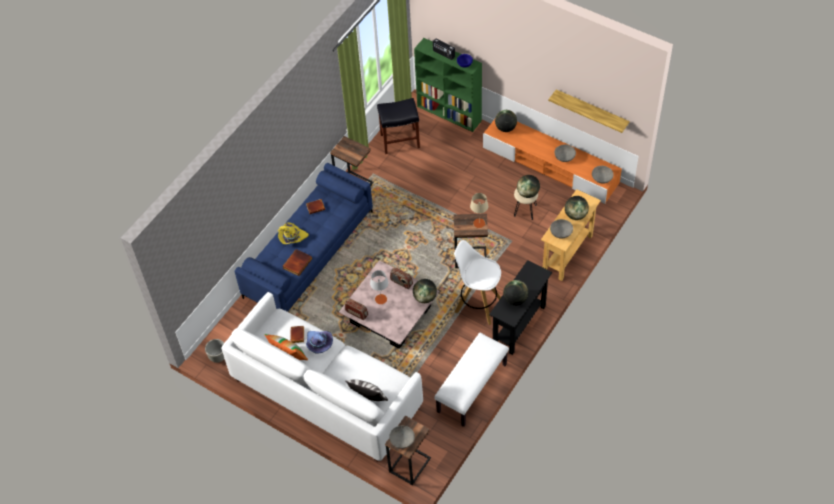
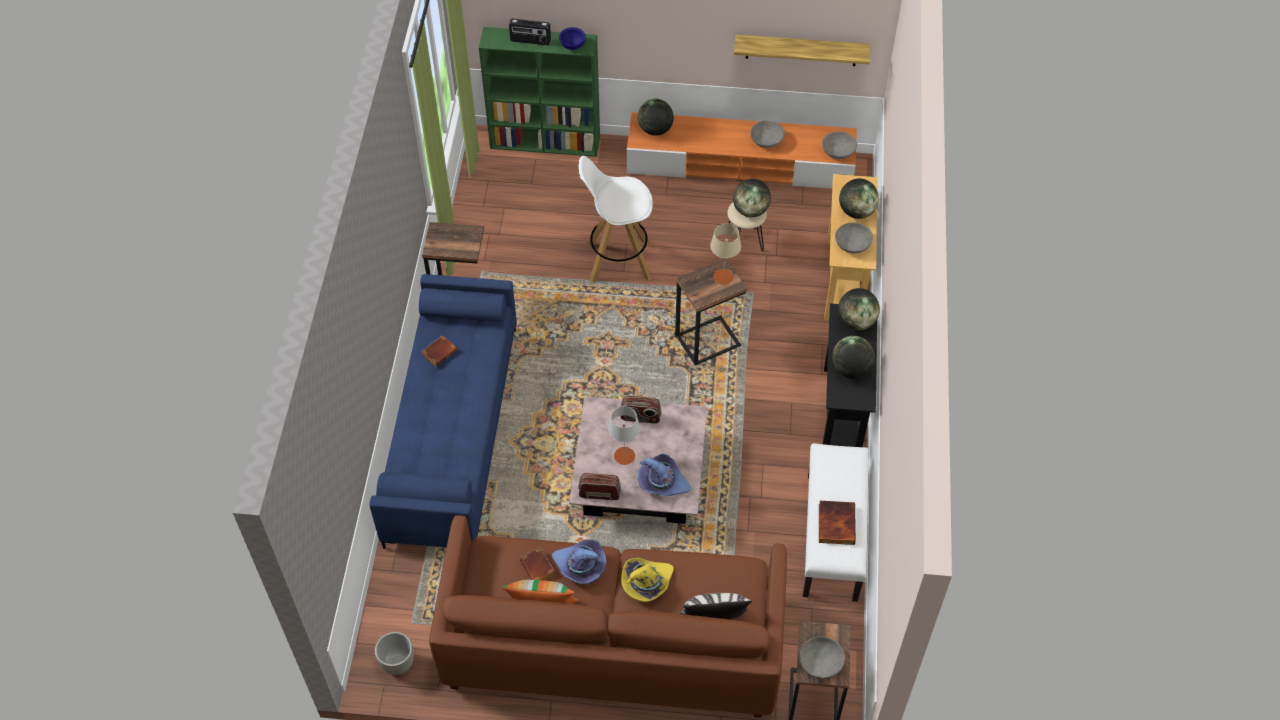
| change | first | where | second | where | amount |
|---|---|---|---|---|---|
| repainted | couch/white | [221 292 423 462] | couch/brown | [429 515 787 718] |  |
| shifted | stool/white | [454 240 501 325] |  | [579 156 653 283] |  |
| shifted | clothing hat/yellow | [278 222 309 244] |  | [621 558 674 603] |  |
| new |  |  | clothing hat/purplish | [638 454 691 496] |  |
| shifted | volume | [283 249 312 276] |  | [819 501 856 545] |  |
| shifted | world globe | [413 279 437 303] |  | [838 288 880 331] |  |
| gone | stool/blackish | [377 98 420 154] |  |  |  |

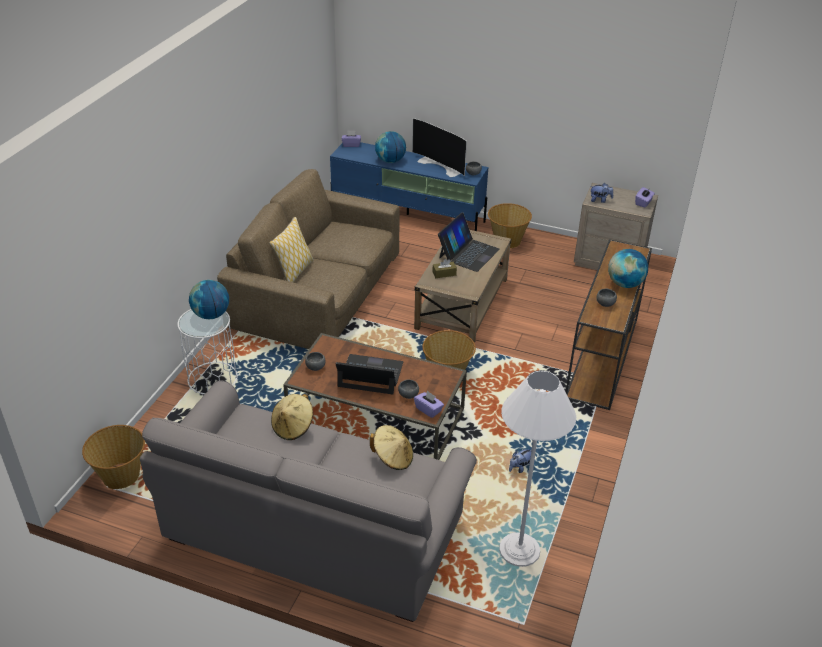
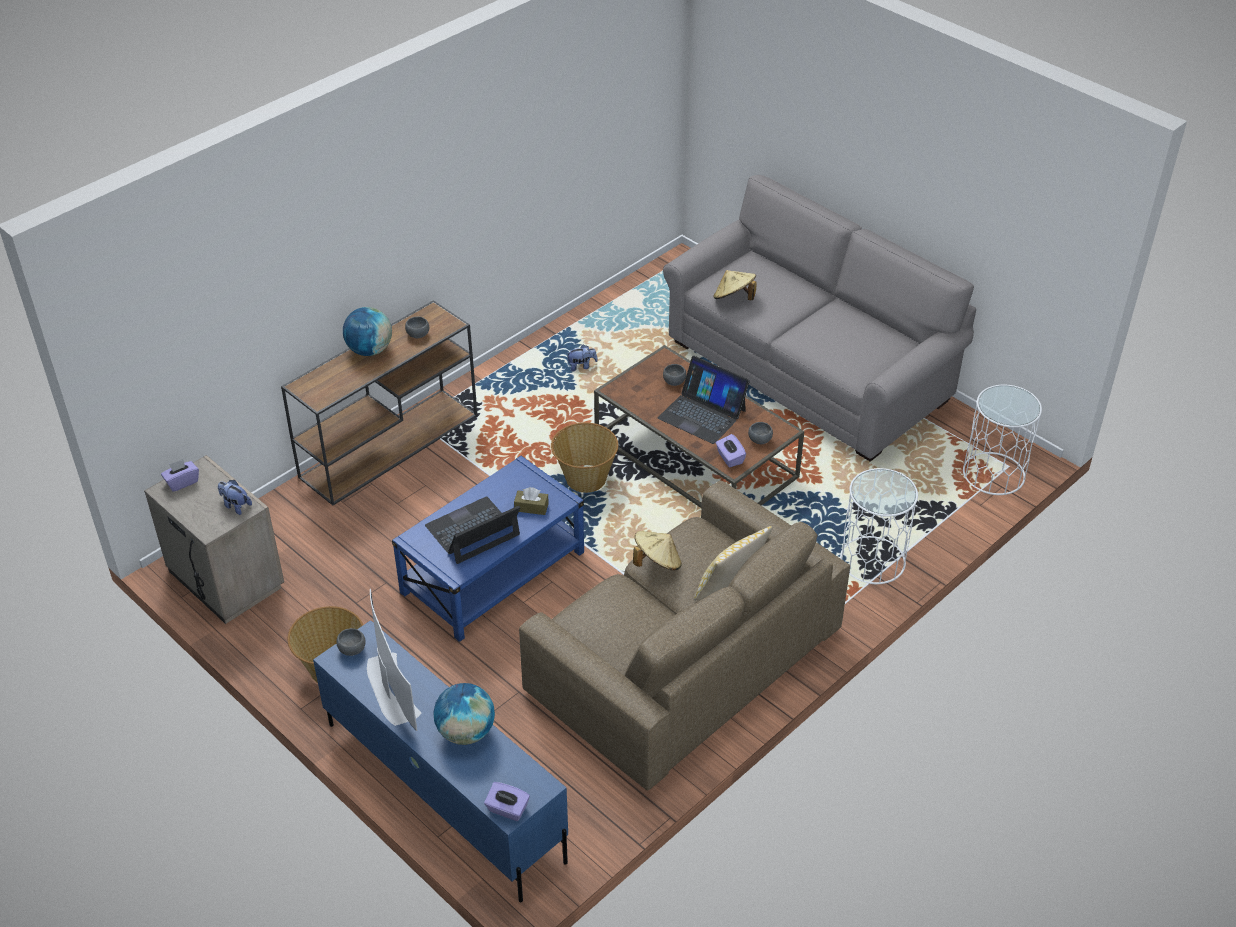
| change | first | where | second | where | amount |
|---|---|---|---|---|---|
| repainted | lounge table/beige-coloured | [414 230 511 343] | lounge table/blue | [392 456 584 642] |  |
| shifted | clothing hat/beige-coloured | [271 394 313 440] |  | [633 531 682 570] |  |
| shifted | tissue box/purplish | [414 390 444 418] |  | [716 434 746 467] |  |
| swapped | storage basket | [82 425 145 489] | accent table/white | [963 385 1042 495] |  |
| gone | world globe | [189 280 229 319] |  |  |  |
| gone | standing lamp/white | [499 370 576 567] |  |  |  |

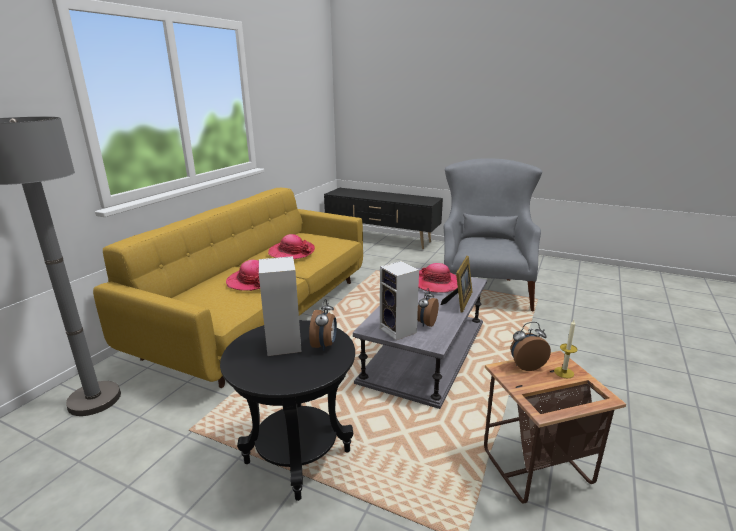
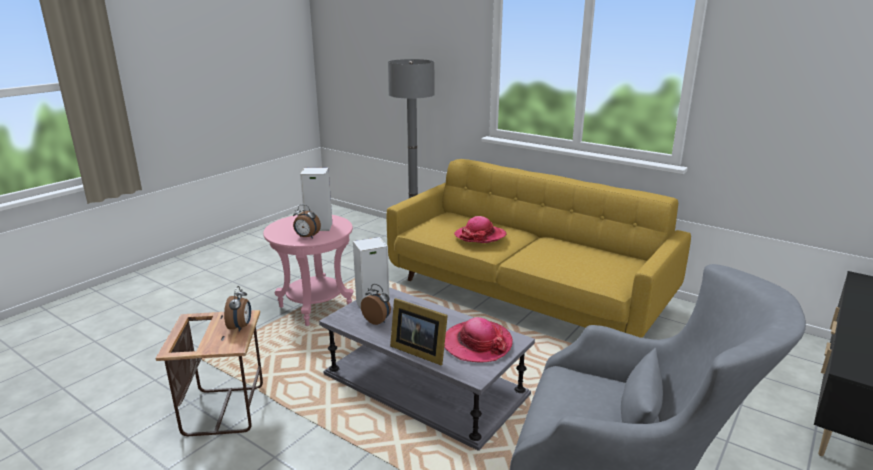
| change | first | where | second | where | amount |
|---|---|---|---|---|---|
| repainted | accent table/blackish | [220 320 355 501] | accent table/pinkish | [263 215 354 326] |  |
| gone | clothing hat | [268 234 315 259] |  |  |  |
| gone | wax candle | [554 320 578 378] |  |  |  |

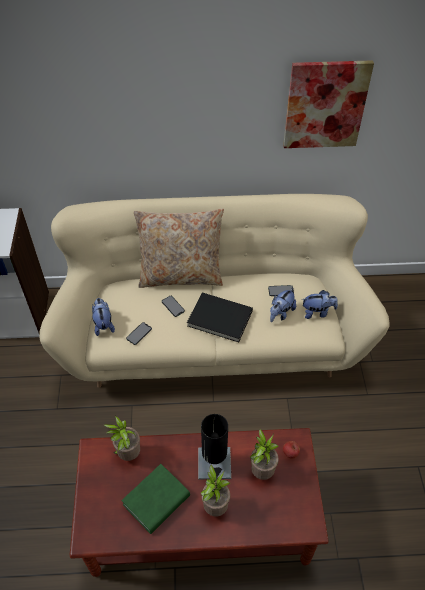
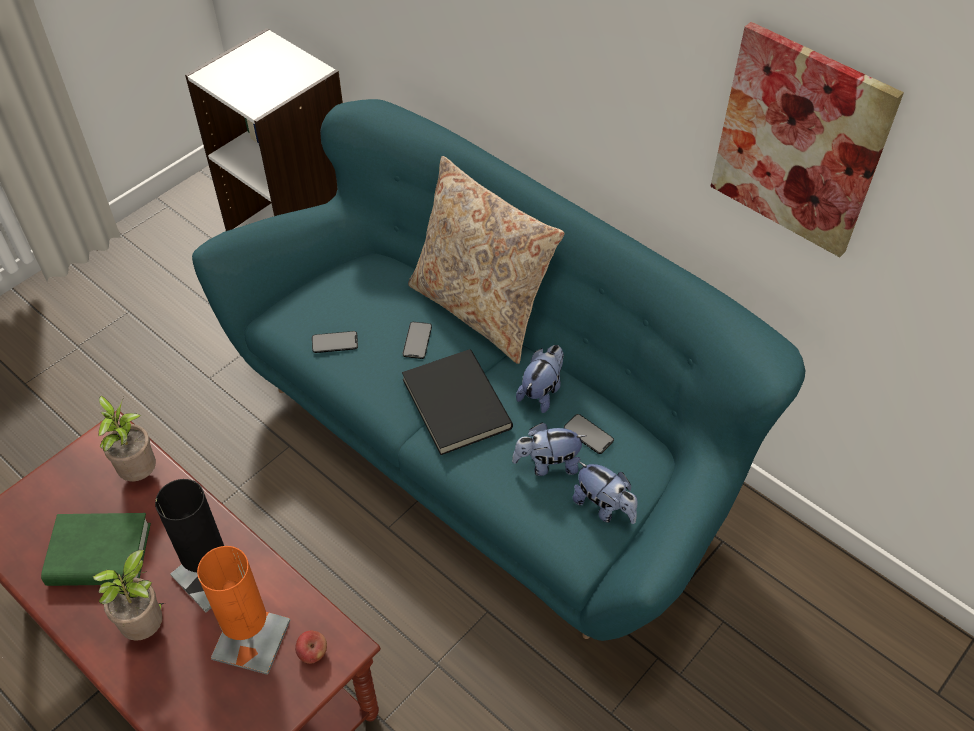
| change | first | where | second | where | amount |
|---|---|---|---|---|---|
| repainted | couch/beige-coloured | [39 194 390 388] | couch/turquoise-coloured | [192 99 805 641] |  |
| swapped | potted plant | [250 429 279 480] | lamp for a table/orange-coloured | [197 546 290 675] |  |
| shifted | plush toy | [92 298 115 336] |  | [516 345 564 413] |  |

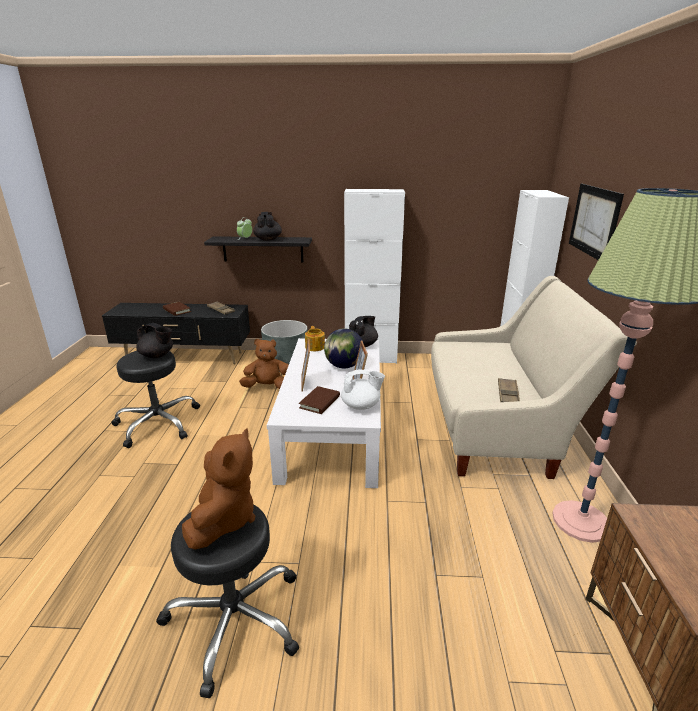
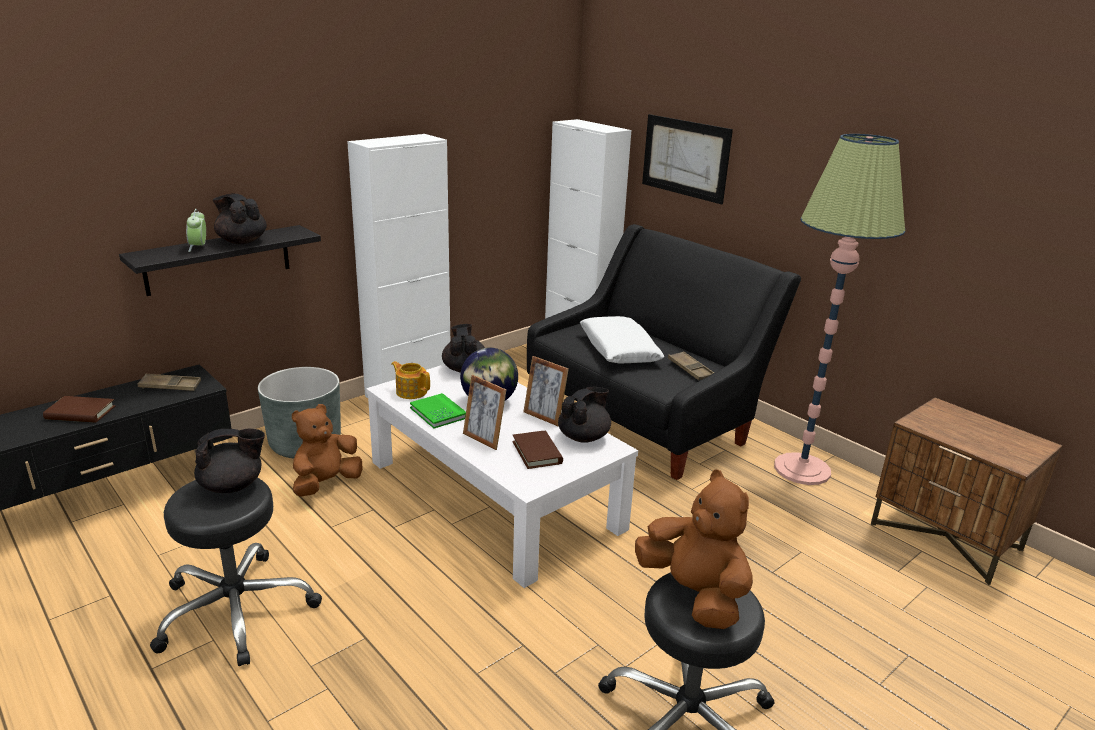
| change | first | where | second | where | amount |
|---|---|---|---|---|---|
| new |  |  | volume/green-coloured | [410 393 466 429] |  |
| repainted | couch/beige-coloured | [431 276 637 479] | couch/blackish | [527 224 801 480] |  |
| repainted | tea pot/white | [341 369 385 410] | tea pot/blackish | [558 387 611 443] |  |
| new |  |  | cushion/white | [580 316 664 364] |  |

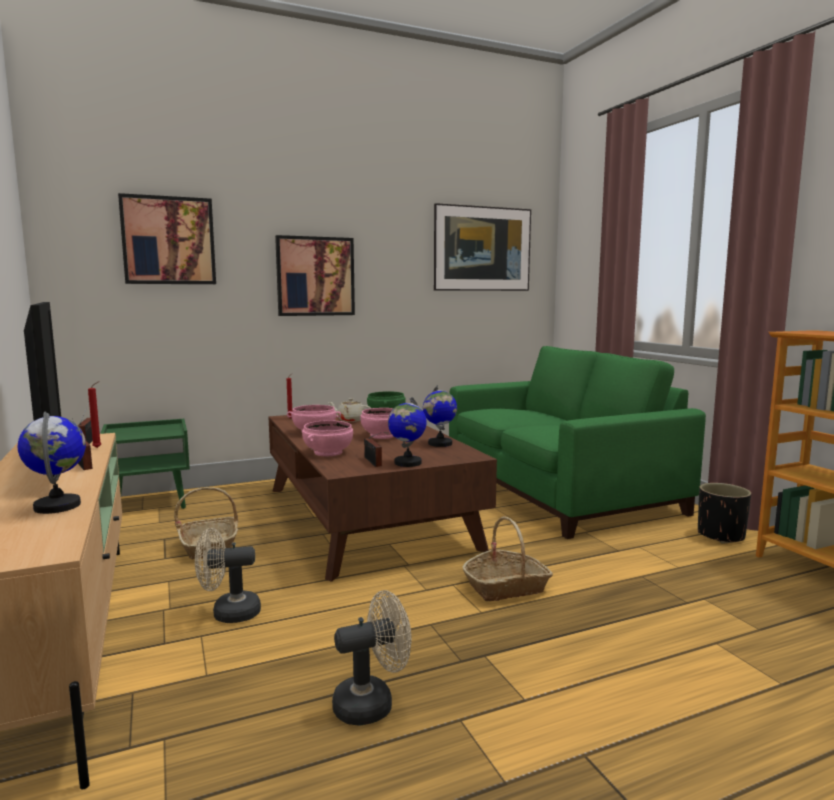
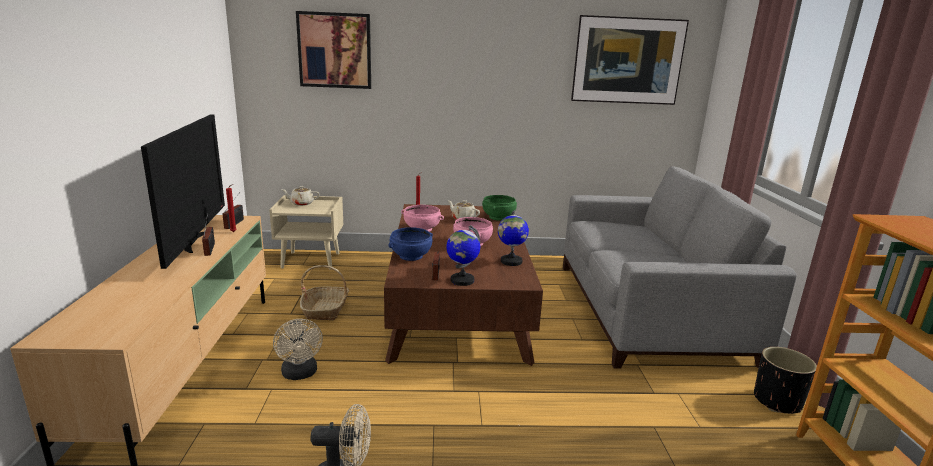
| change | first | where | second | where | amount |
|---|---|---|---|---|---|
| repainted | nightstand/green-coloured | [100 419 190 509] | nightstand/beige-coloured | [269 195 343 270] |  |
| rotated | electric fan/beige-coloured | [195 528 261 623] |  | [273 319 323 380] | 120 degrees counterclockwise |
| new |  |  | tea pot/beige-coloured | [282 186 320 206] |  |
| repainted | serving bowl/pinkish | [302 420 353 456] | serving bowl/blue | [389 227 433 261] |  |
| repainted | couch/green-coloured | [449 346 706 539] | couch/grey | [563 166 797 369] |  |
| gone | world globe | [18 412 86 514] |  |  |  |
| gone | picture | [275 235 355 316] |  |  |  |
| gone | storage basket | [462 516 553 601] |  |  |  |

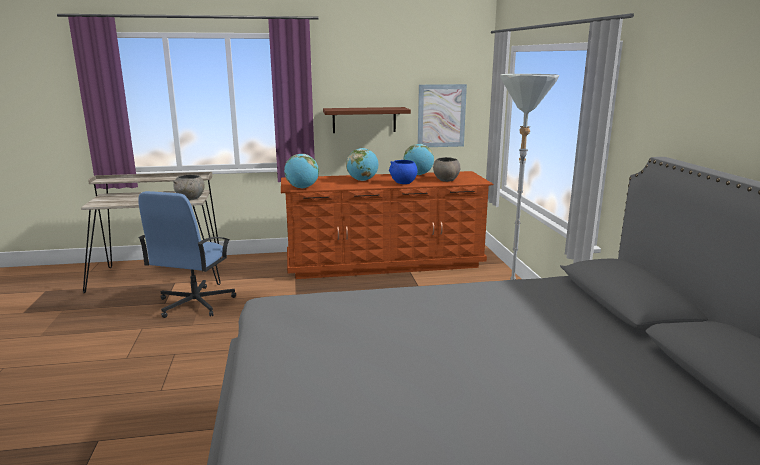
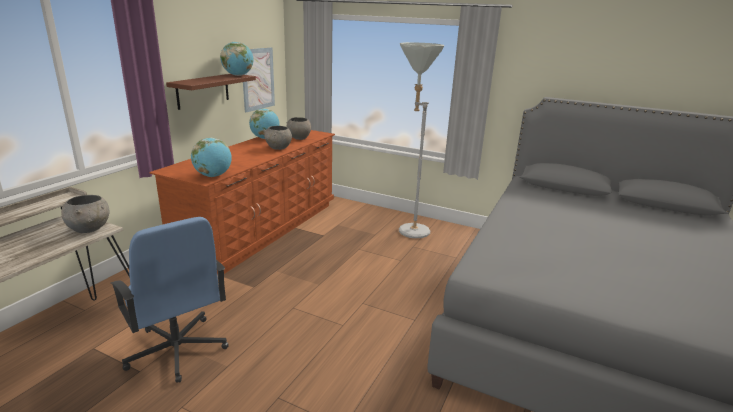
| change | first | where | second | where | amount |
|---|---|---|---|---|---|
| shifted | world globe | [346 148 378 181] |  | [220 42 253 76] |  |
| repainted | serving bowl/blue | [389 160 417 184] | serving bowl/grey | [262 126 292 150] |  |

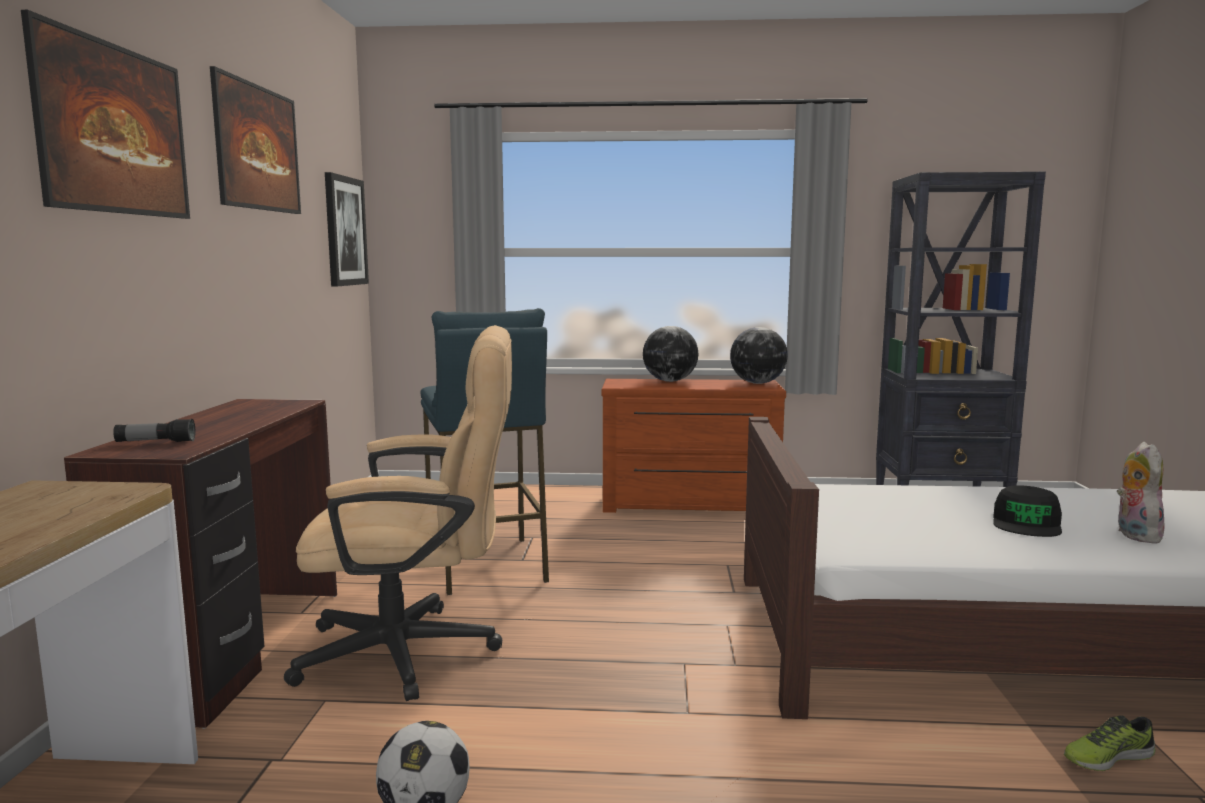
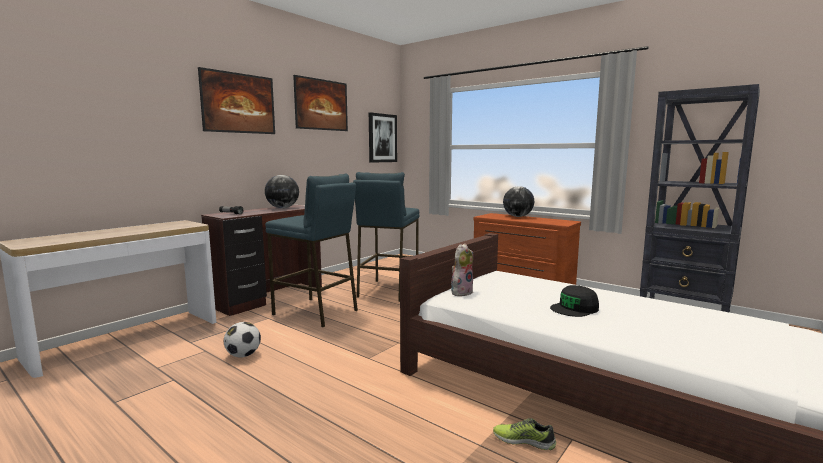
| change | first | where | second | where | amount |
|---|---|---|---|---|---|
| swapped | desk chair/beige-coloured | [284 325 512 701] | stool/blue | [265 174 358 327] |  |
| shifted | world globe | [730 327 788 384] |  | [265 175 299 208] |  |
| shifted | plush toy | [1117 442 1165 544] |  | [451 243 473 296] |  |

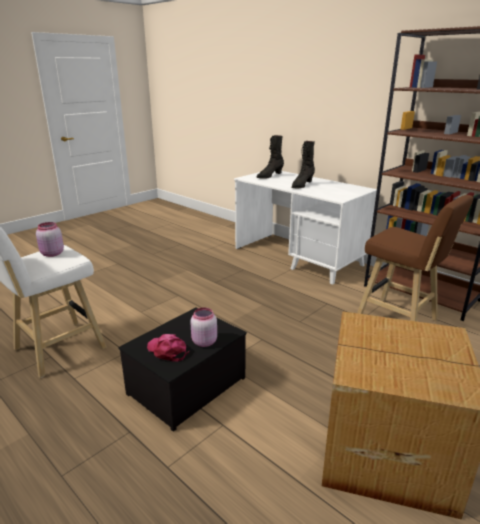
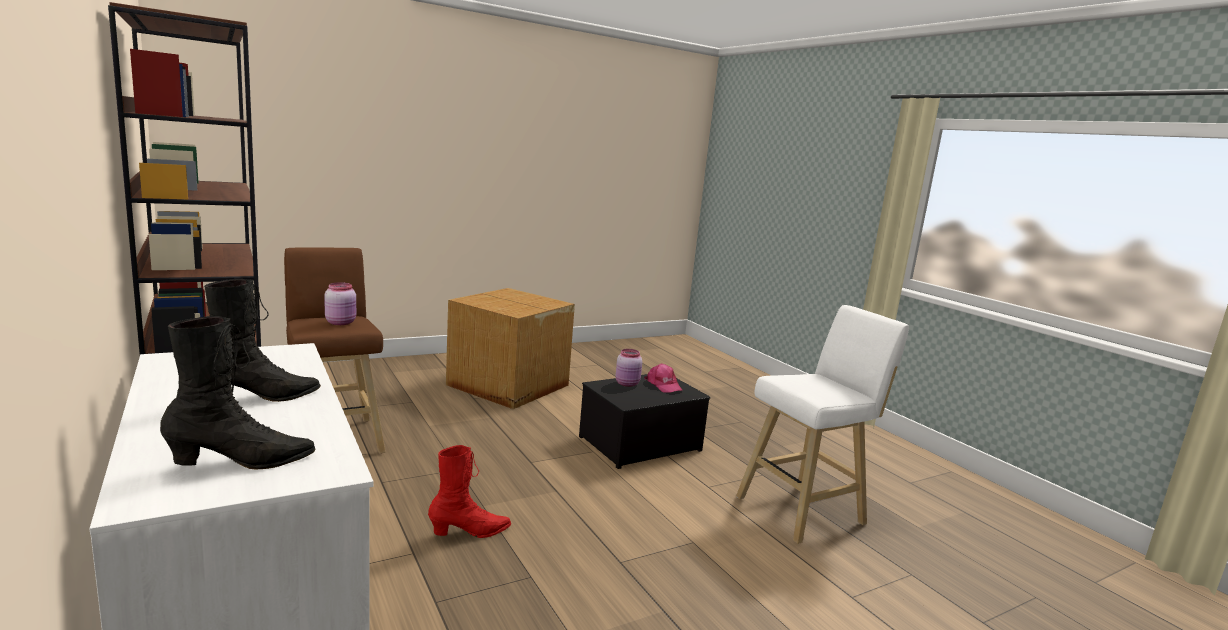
| change | first | where | second | where | amount |
|---|---|---|---|---|---|
| shifted | jar/pinkish | [36 222 64 257] |  | [324 282 356 325] |  |
| new |  |  | boot/reddish | [428 445 511 538] |  |

